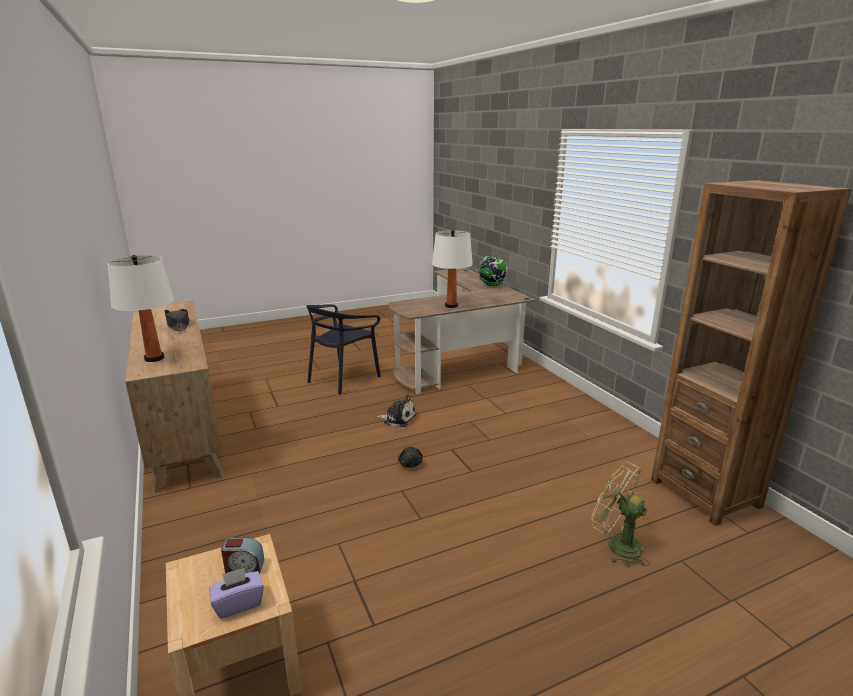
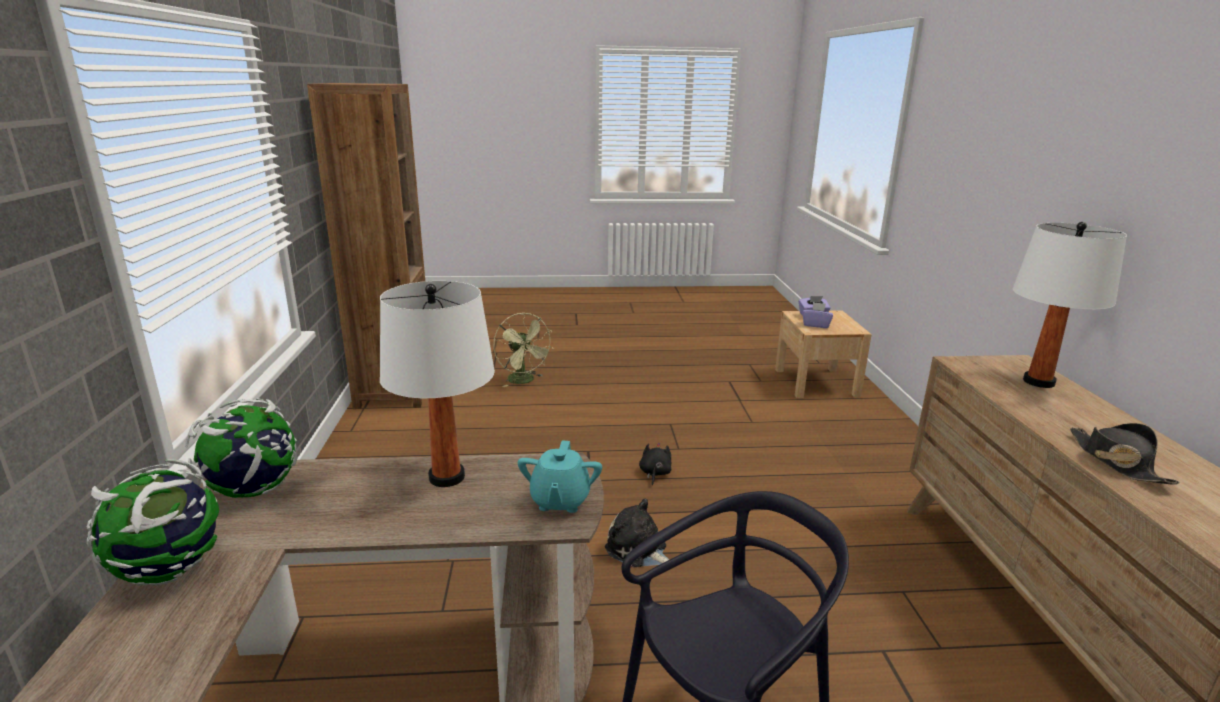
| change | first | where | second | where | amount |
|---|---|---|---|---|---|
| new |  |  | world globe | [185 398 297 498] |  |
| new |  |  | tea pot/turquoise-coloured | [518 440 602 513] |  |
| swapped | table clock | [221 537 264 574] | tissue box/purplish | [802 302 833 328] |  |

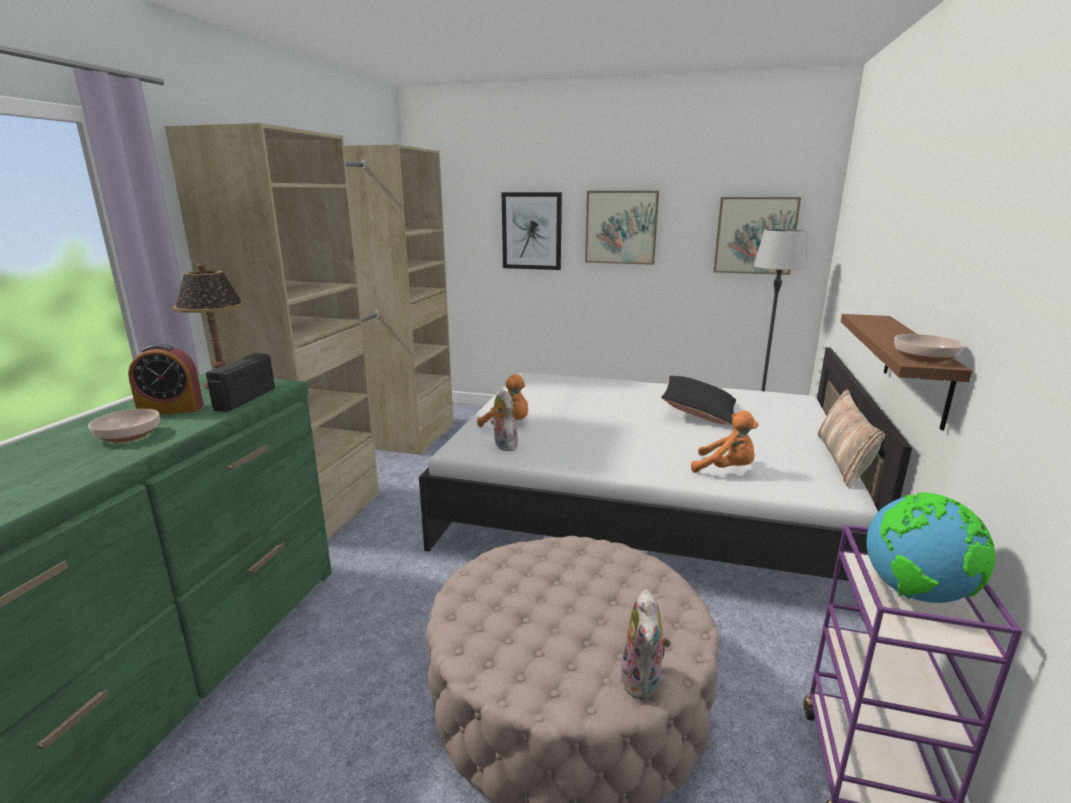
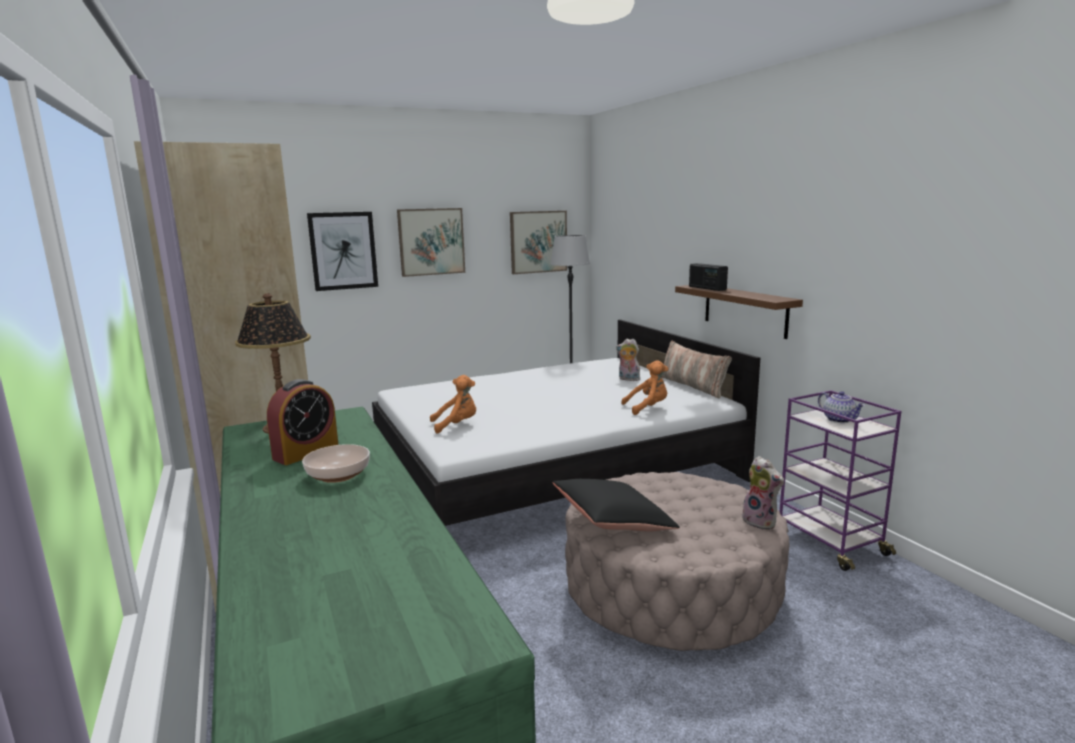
| change | first | where | second | where | amount |
|---|---|---|---|---|---|
| shifted | cushion/blackish | [661 376 736 426] |  | [552 479 680 532] |  |
| shifted | plush toy | [491 389 518 451] |  | [616 339 640 381] |  |
| shifted | radio set | [206 353 275 412] |  | [689 263 728 291] |  |
| swapped | world globe | [866 492 995 603] | tea pot | [818 391 865 423] |  |
| gone | serving bowl | [894 334 964 363] |  |  |  |

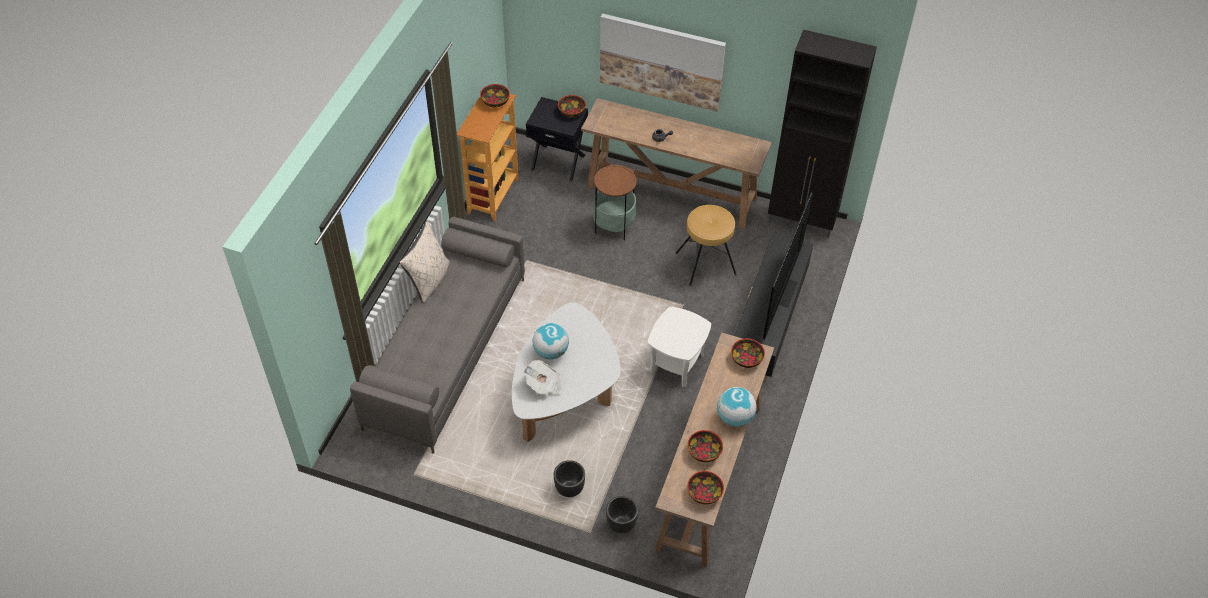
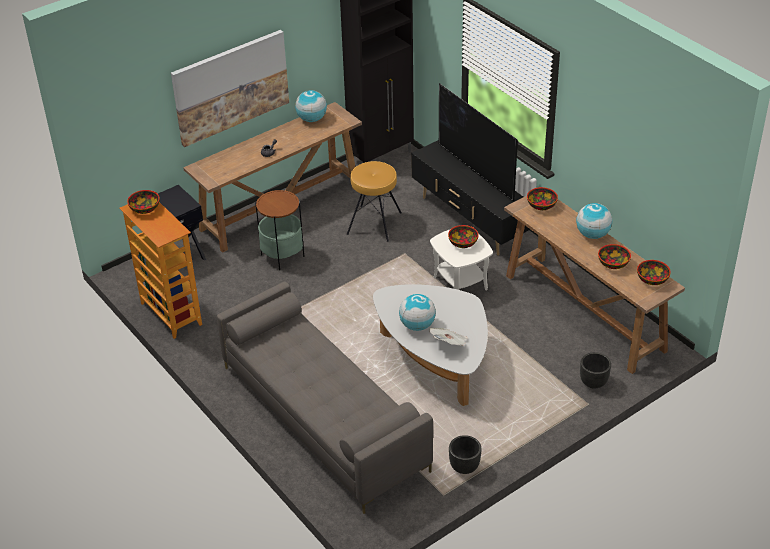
| change | first | where | second | where | amount |
|---|---|---|---|---|---|
| new |  |  | world globe | [295 90 327 122] |  |
| shifted | serving bowl | [558 95 586 117] |  | [448 225 479 248] |  |
| shifted | planter/blackish | [554 460 585 497] |  | [449 435 481 474] |  |
| gone | cushion/beige-coloured | [399 221 450 303] |  |  |  |

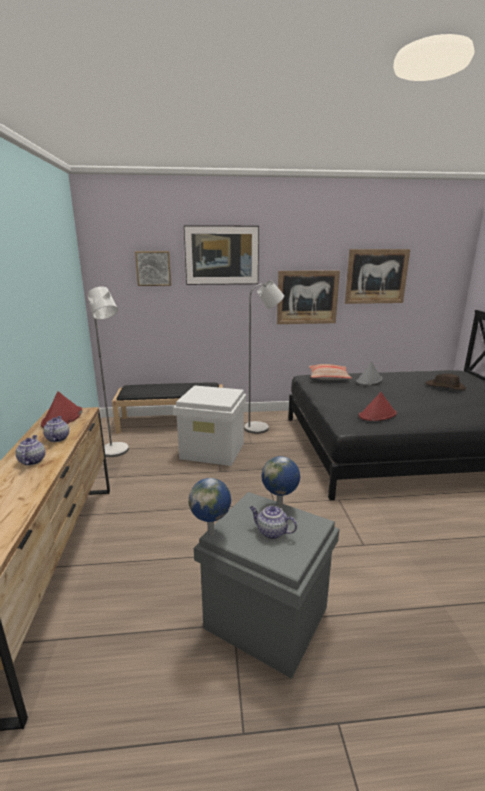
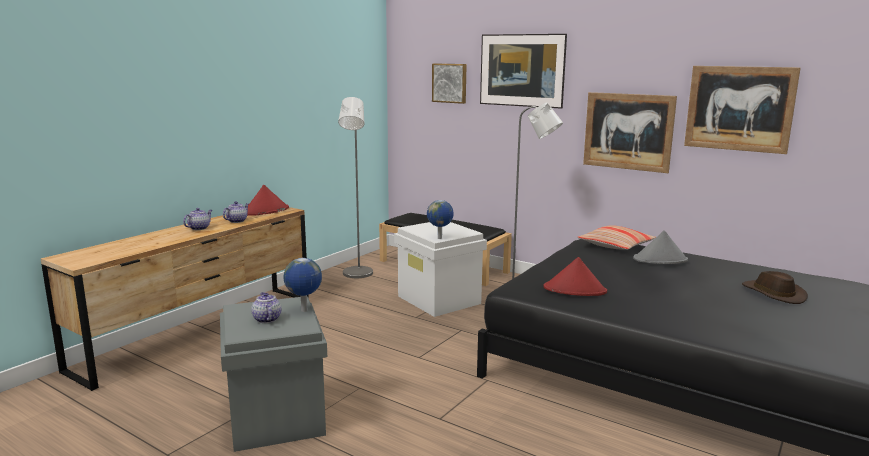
| change | first | where | second | where | amount |
|---|---|---|---|---|---|
| shifted | world globe | [189 478 231 536] |  | [427 200 454 239] |  |

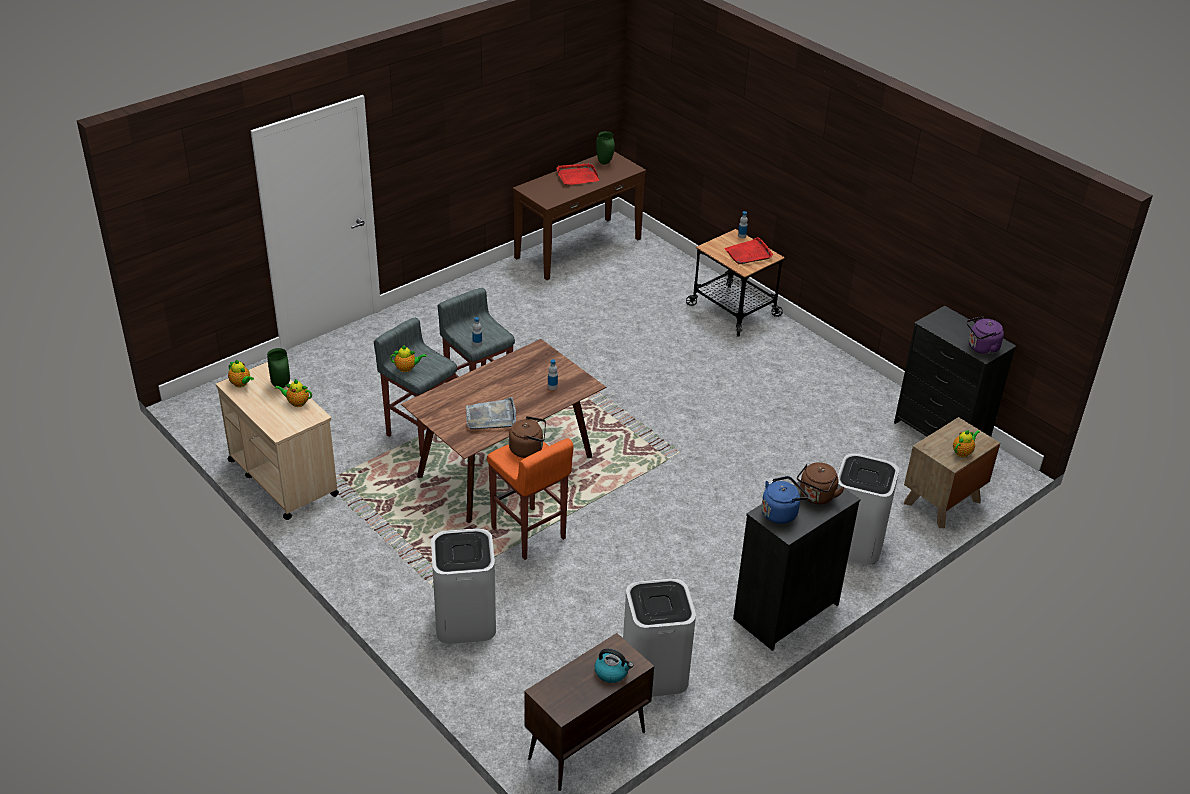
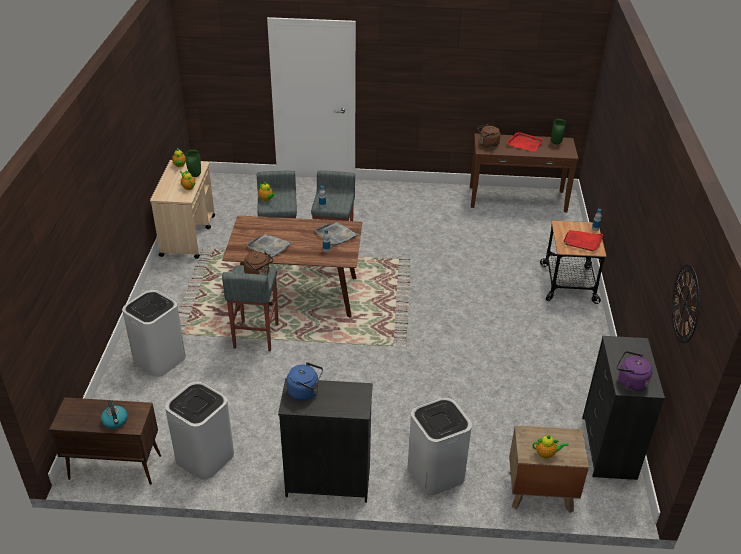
| change | first | where | second | where | amount |
|---|---|---|---|---|---|
| repainted | stool/orange-coloured | [487 438 574 560] | stool/grey | [222 265 279 352] |  |
| new |  |  | tray/grey | [315 222 359 246] |  |
| shifted | water kettle/brown | [797 462 845 504] |  | [477 124 501 148] |  |
| new |  |  | wall clock | [672 265 699 343] |  |

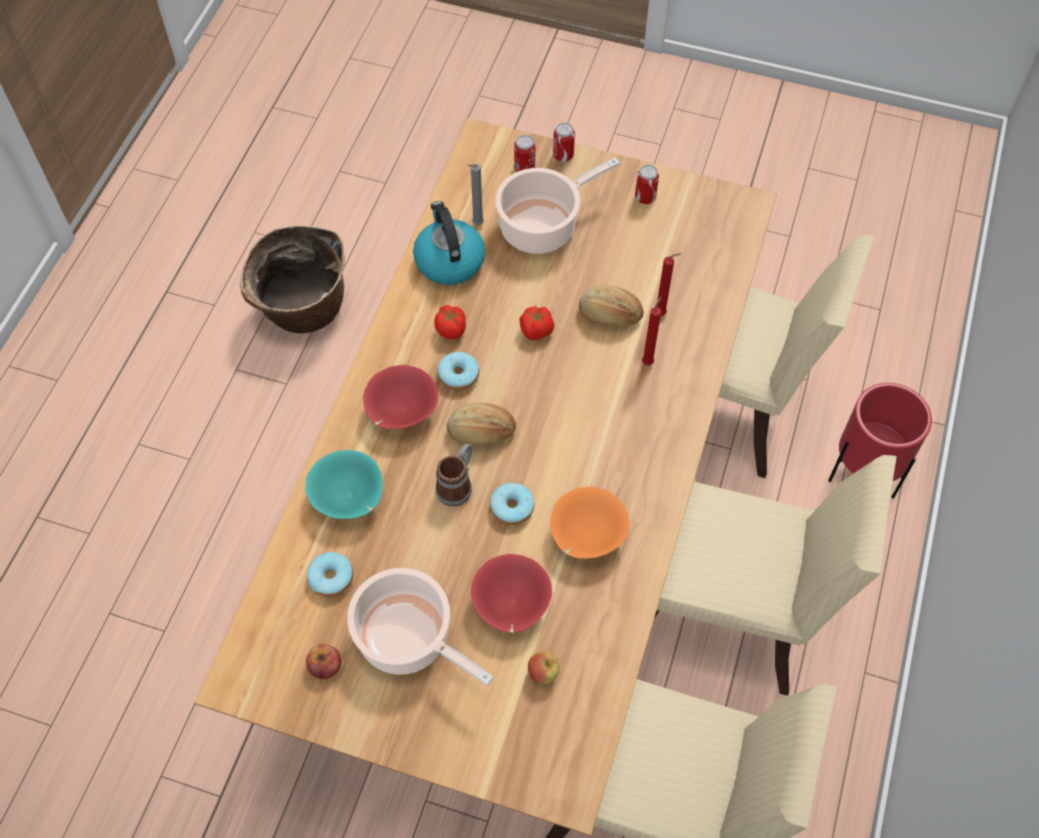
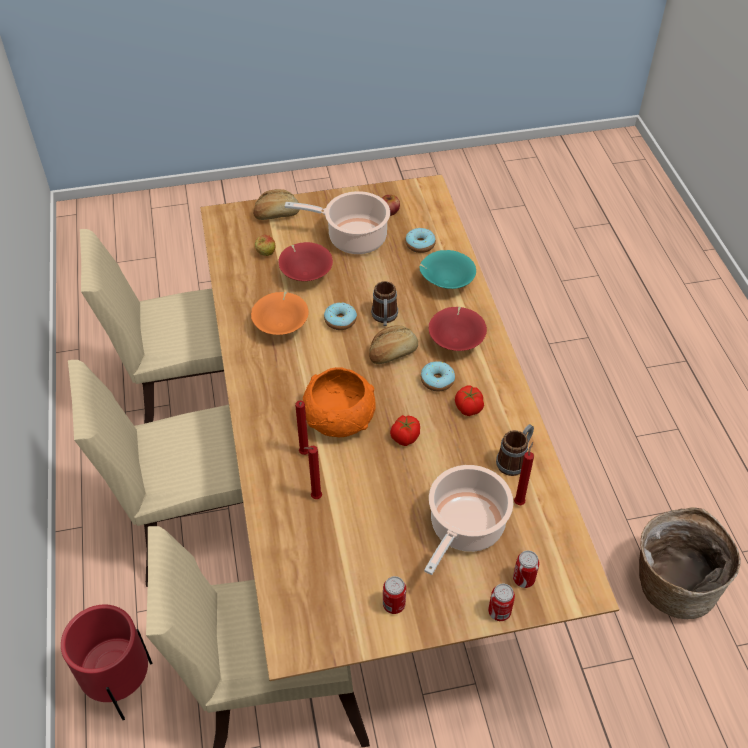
| change | first | where | second | where | amount |
|---|---|---|---|---|---|
| shifted | bread | [579 285 644 327] |  | [253 189 300 220] |  |
| new |  |  | serving bowl/orange-coloured | [303 367 375 437] |  |
| swapped | water kettle | [413 201 485 285] | tea mug | [496 424 534 476] |  |
| repainted | wax candle/grey | [467 164 484 225] | wax candle/reddish | [514 442 534 505] |  |

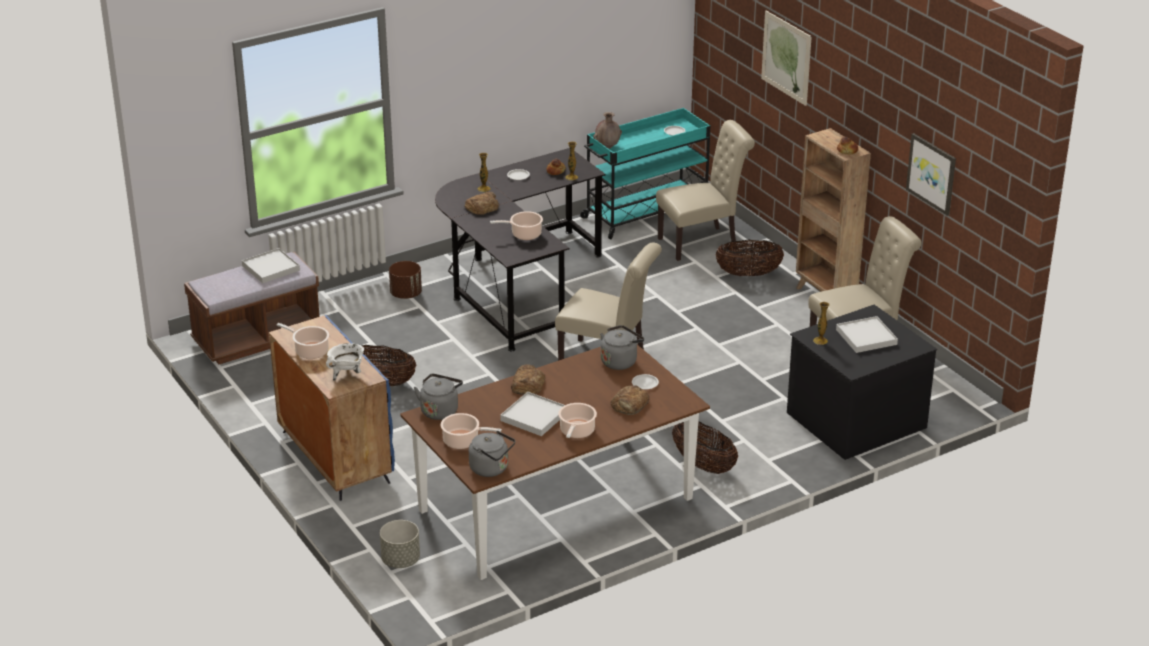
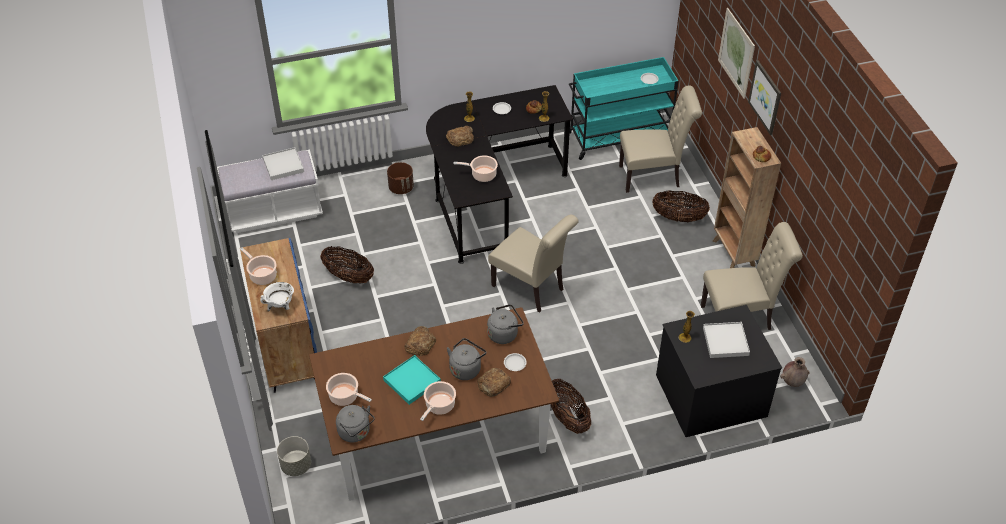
| change | first | where | second | where | amount |
|---|---|---|---|---|---|
| repainted | long seat/brown | [184 252 320 364] | long seat/white | [217 149 323 233] |  |
| repainted | tray/white | [500 392 565 436] | tray/turquoise-coloured | [383 355 441 405] |  |
| shifted | water kettle/grey | [414 374 463 420] |  | [447 338 486 380] |  |
| shifted | picture | [906 133 956 216] |  | [748 60 781 135] |  |
| shifted | flower vase/brown | [593 112 622 149] |  | [780 357 810 387] |  |

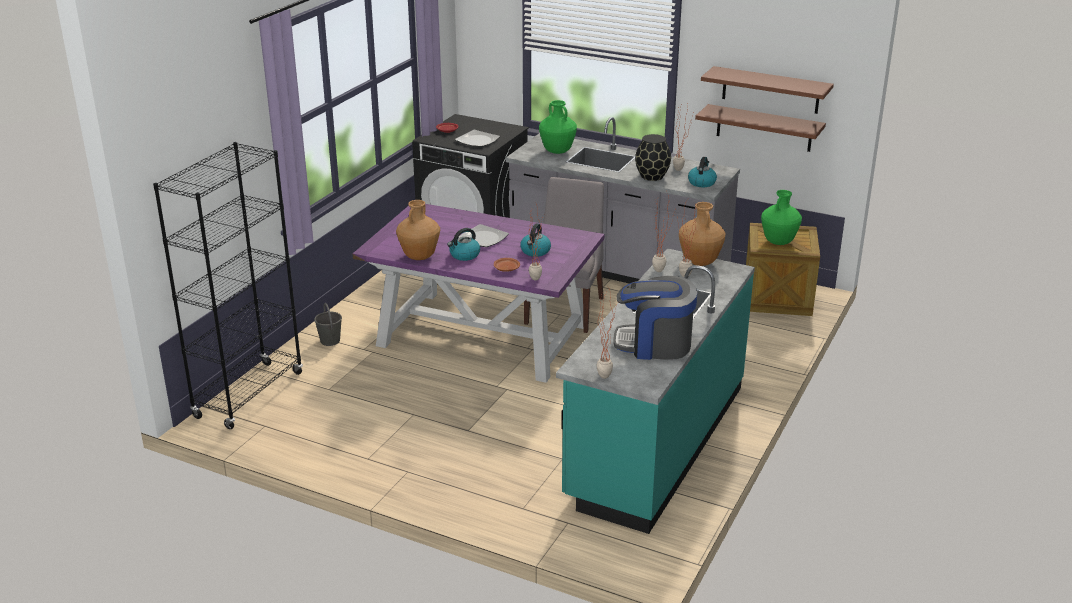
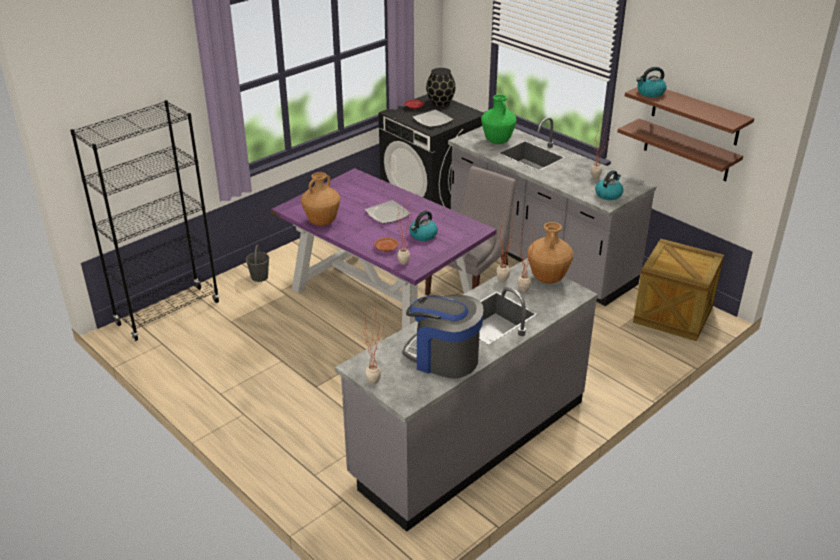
| change | first | where | second | where | amount |
|---|---|---|---|---|---|
| repainted | kitchen base unit/turquoise-coloured | [556 248 755 534] | kitchen base unit/grey | [335 258 598 532] |  |
| shifted | flower vase/blackish | [635 134 671 181] |  | [426 68 456 106] |  |
| shifted | water kettle | [447 228 480 261] |  | [636 67 667 97] |  |
| gone | flower vase/green-coloured | [761 190 802 245] |  |  |  |

